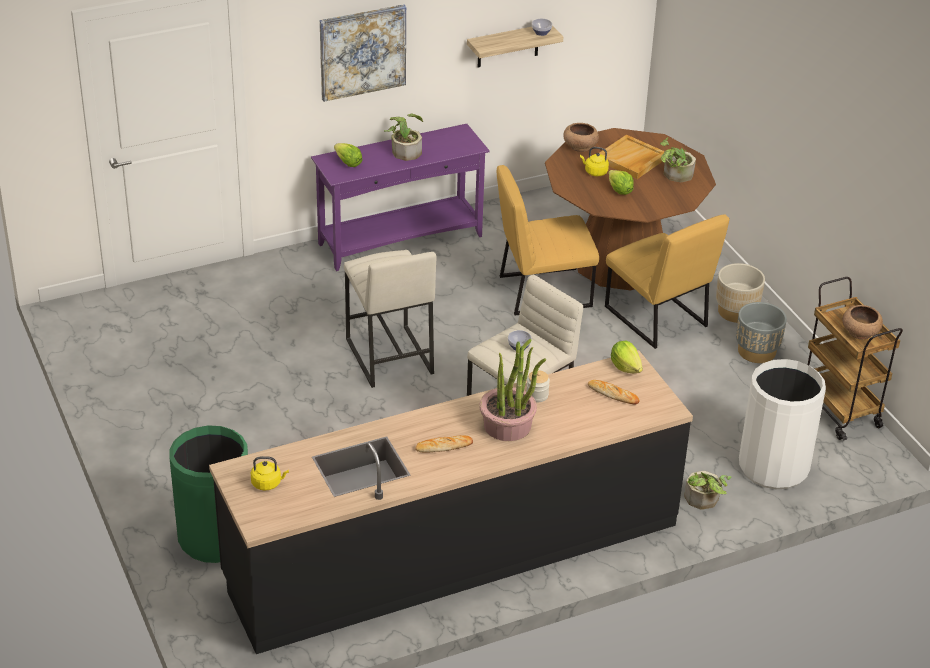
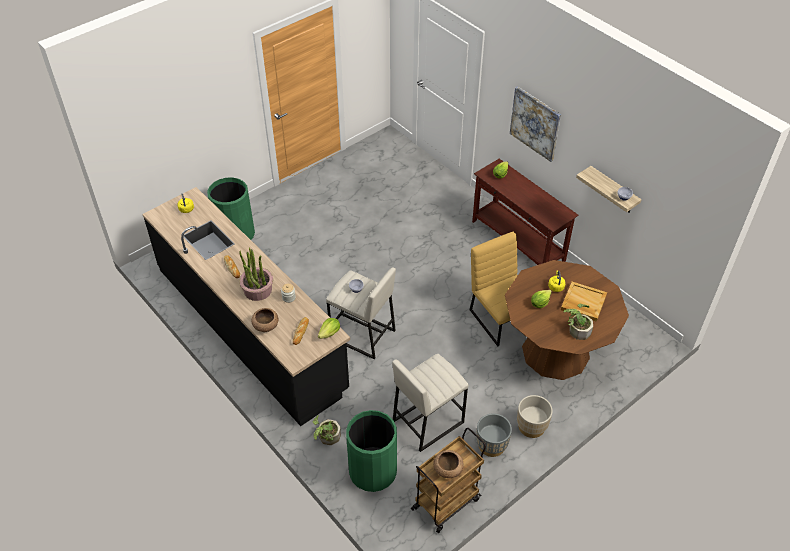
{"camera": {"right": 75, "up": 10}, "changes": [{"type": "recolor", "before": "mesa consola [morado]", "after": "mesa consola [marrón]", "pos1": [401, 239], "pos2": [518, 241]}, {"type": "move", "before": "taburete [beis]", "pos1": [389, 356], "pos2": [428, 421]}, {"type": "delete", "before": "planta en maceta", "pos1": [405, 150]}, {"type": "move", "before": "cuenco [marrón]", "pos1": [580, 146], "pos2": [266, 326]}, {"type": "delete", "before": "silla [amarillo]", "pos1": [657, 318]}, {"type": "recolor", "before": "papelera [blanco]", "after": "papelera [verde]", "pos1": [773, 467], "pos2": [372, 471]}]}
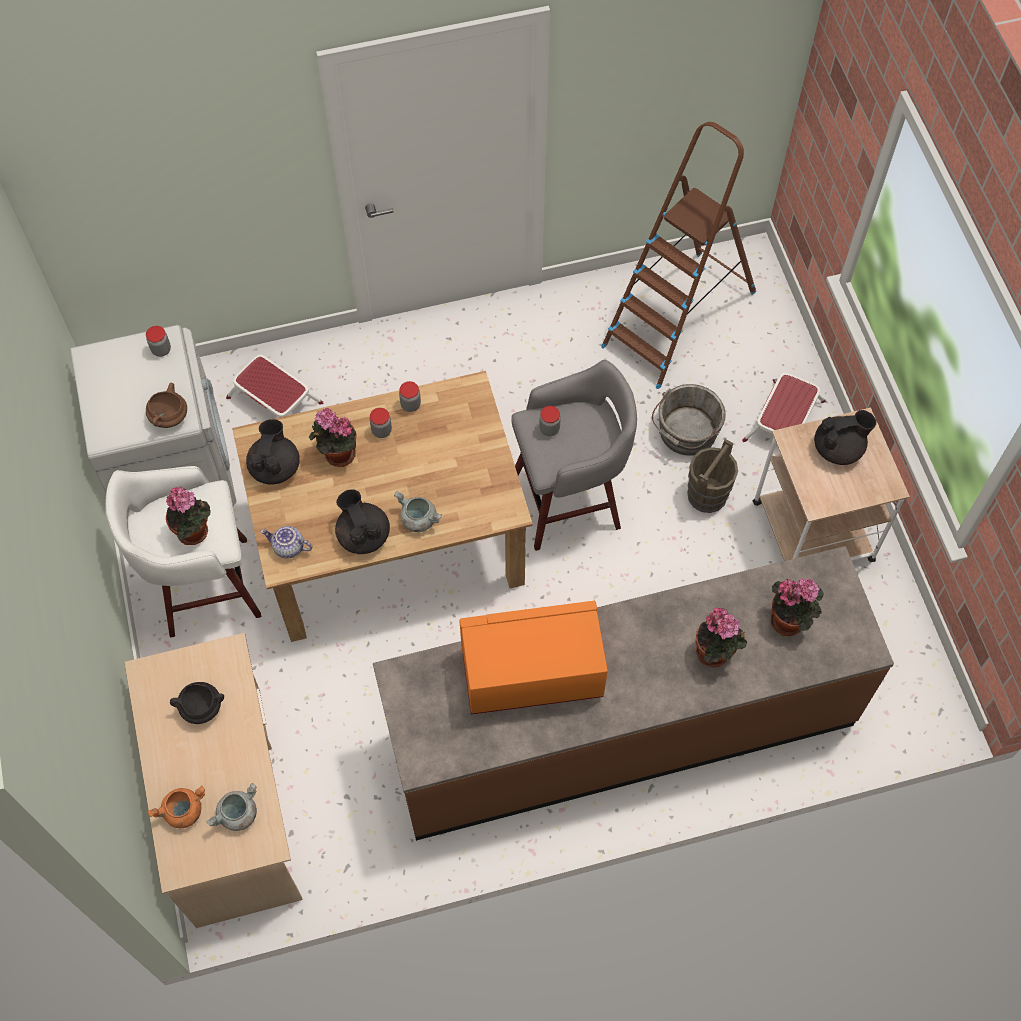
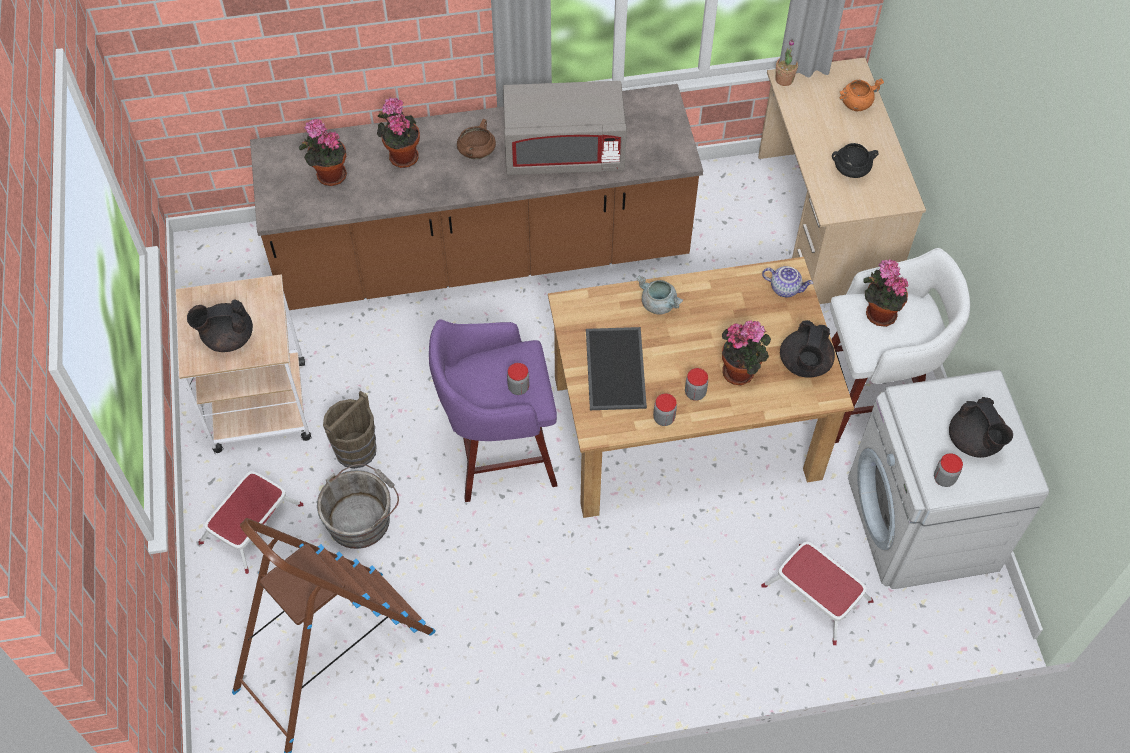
{"camera": {"right": -175, "up": -5}, "changes": [{"type": "move", "before": "olla [marrón]", "pos1": [169, 418], "pos2": [476, 152]}, {"type": "delete", "before": "olla [gris]", "pos1": [238, 814]}, {"type": "move", "before": "tetera [negro]", "pos1": [363, 535], "pos2": [974, 442]}, {"type": "recolor", "before": "microondas [naranja]", "after": "microondas [gris]", "pos1": [531, 673], "pos2": [564, 153]}, {"type": "recolor", "before": "taburete [gris]", "after": "taburete [morado]", "pos1": [569, 501], "pos2": [499, 454]}, {"type": "insert", "after": "bandeja", "pos2": [614, 368]}, {"type": "insert", "after": "planta en maceta", "pos2": [784, 79]}]}
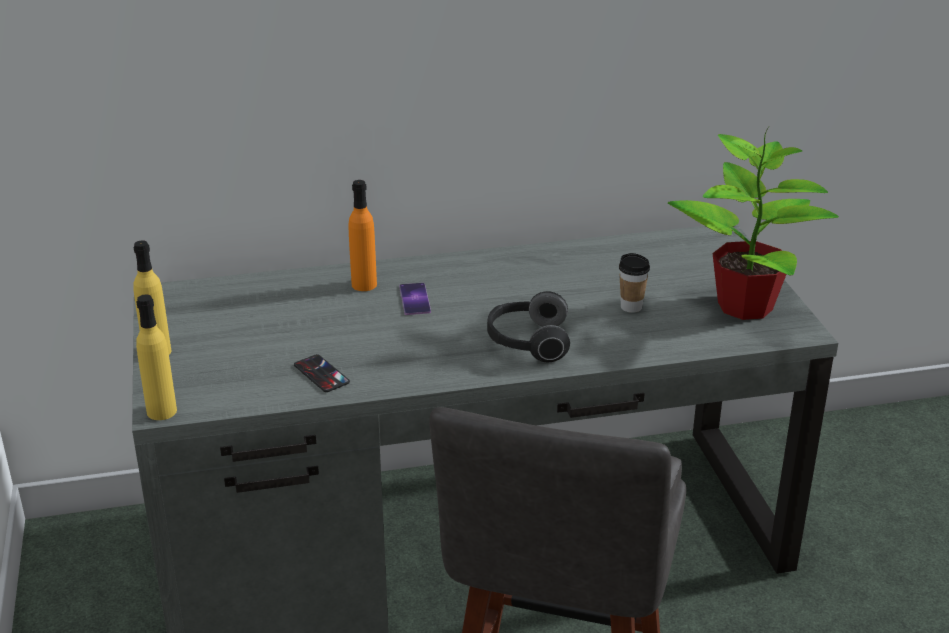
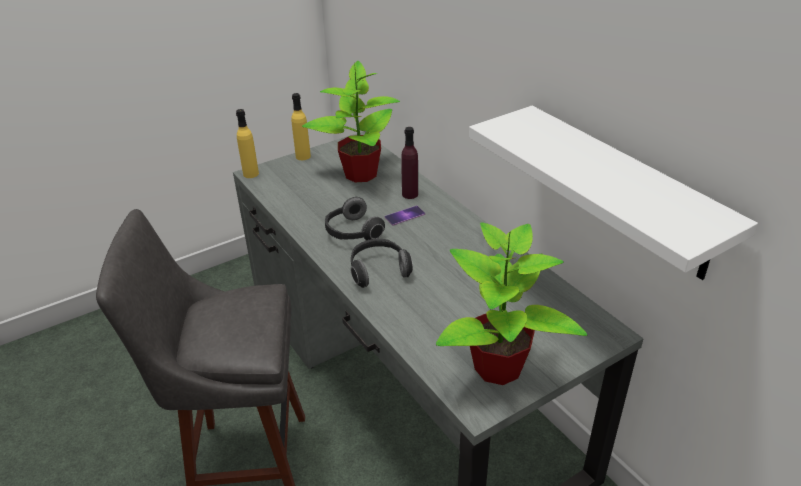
{"camera": {"right": 70, "up": 5}, "changes": [{"type": "delete", "before": "móvil", "pos1": [321, 374]}, {"type": "recolor", "before": "botella [naranja]", "after": "botella [morado]", "pos1": [364, 284], "pos2": [410, 194]}, {"type": "delete", "before": "taza", "pos1": [631, 307]}, {"type": "insert", "after": "planta en maceta", "pos2": [360, 173]}, {"type": "insert", "after": "auriculares", "pos2": [352, 233]}, {"type": "insert", "after": "estante [blanco]", "pos2": [622, 191]}]}
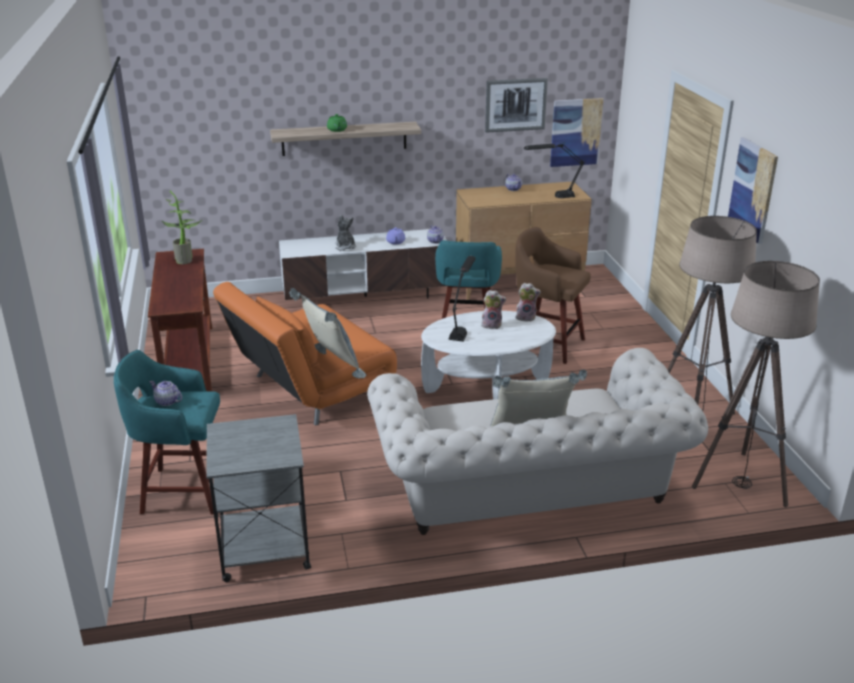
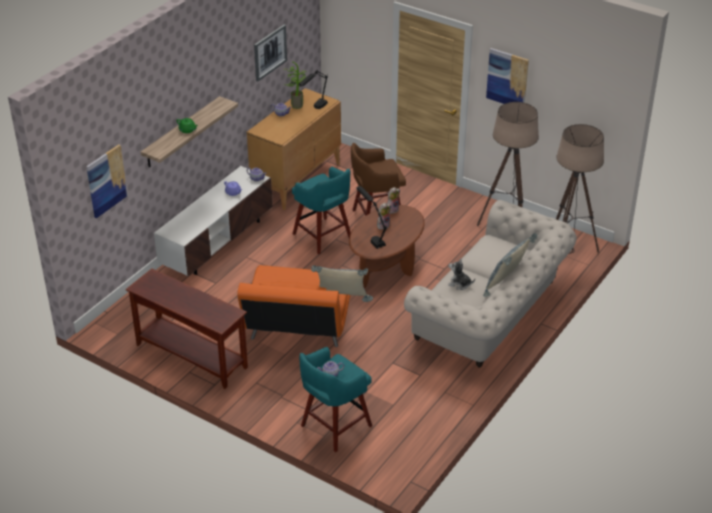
{"camera": {"right": -45, "up": 10}, "changes": [{"type": "move", "before": "planta en maceta", "pos1": [186, 260], "pos2": [297, 105]}, {"type": "delete", "before": "carrito [gris]", "pos1": [263, 548]}, {"type": "move", "before": "peluche", "pos1": [345, 247], "pos2": [459, 284]}, {"type": "recolor", "before": "mesa de centro [blanco]", "after": "mesa de centro [marrón]", "pos1": [487, 386], "pos2": [386, 266]}, {"type": "move", "before": "cuadro", "pos1": [575, 132], "pos2": [106, 181]}]}
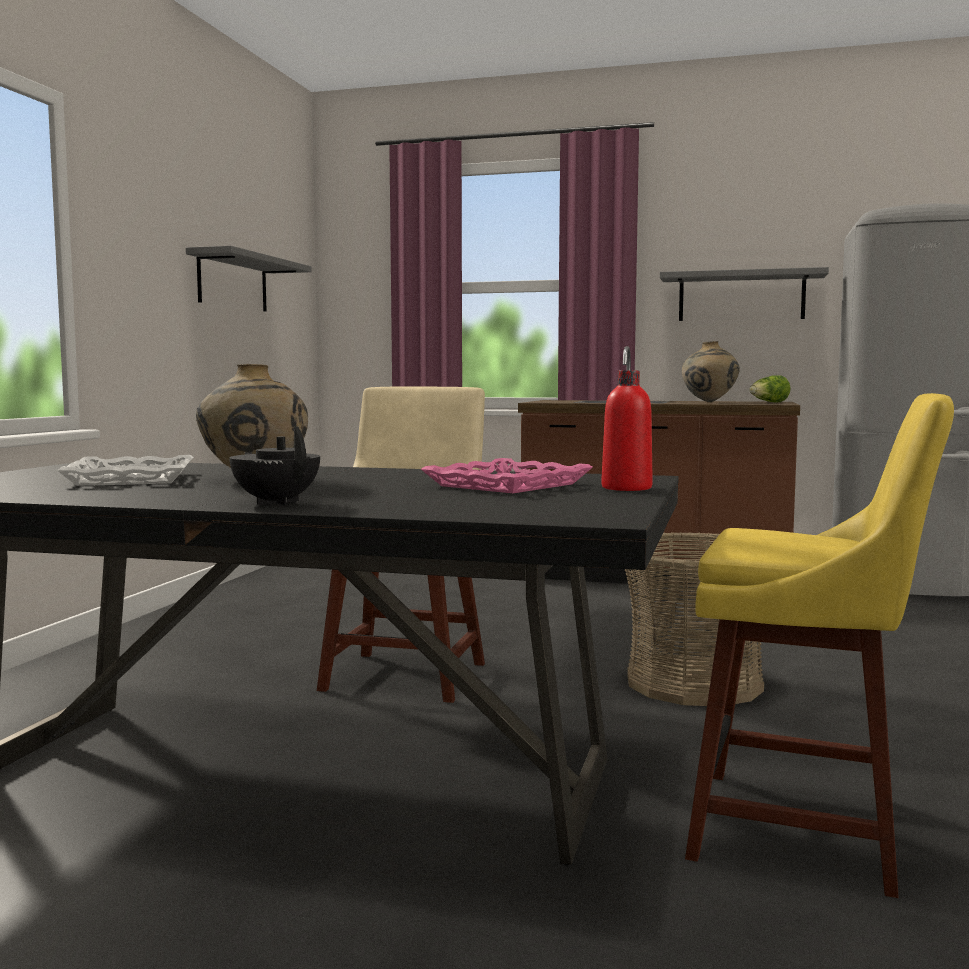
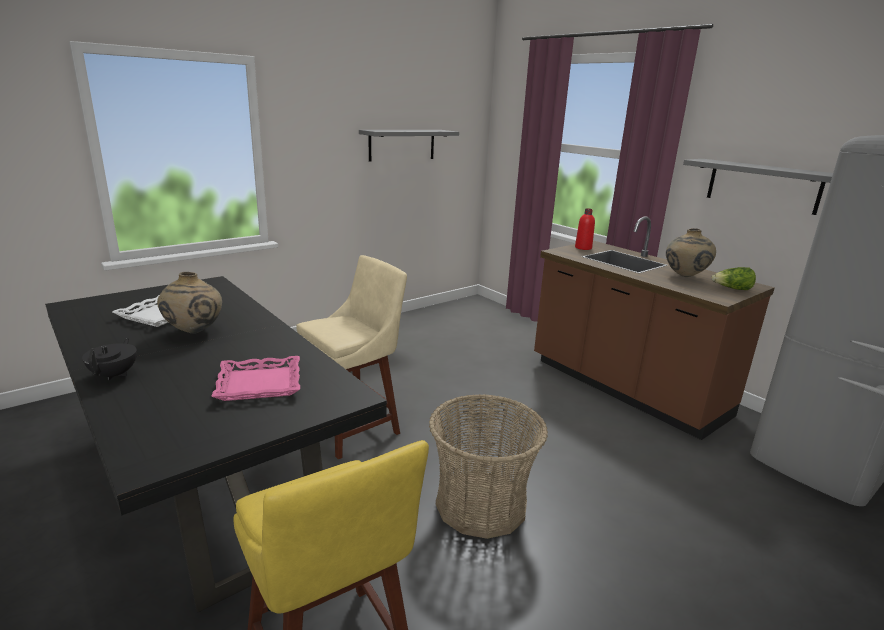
{"camera": {"right": 35, "up": 15}, "changes": [{"type": "move", "before": "botella [rojo]", "pos1": [626, 488], "pos2": [583, 248]}]}
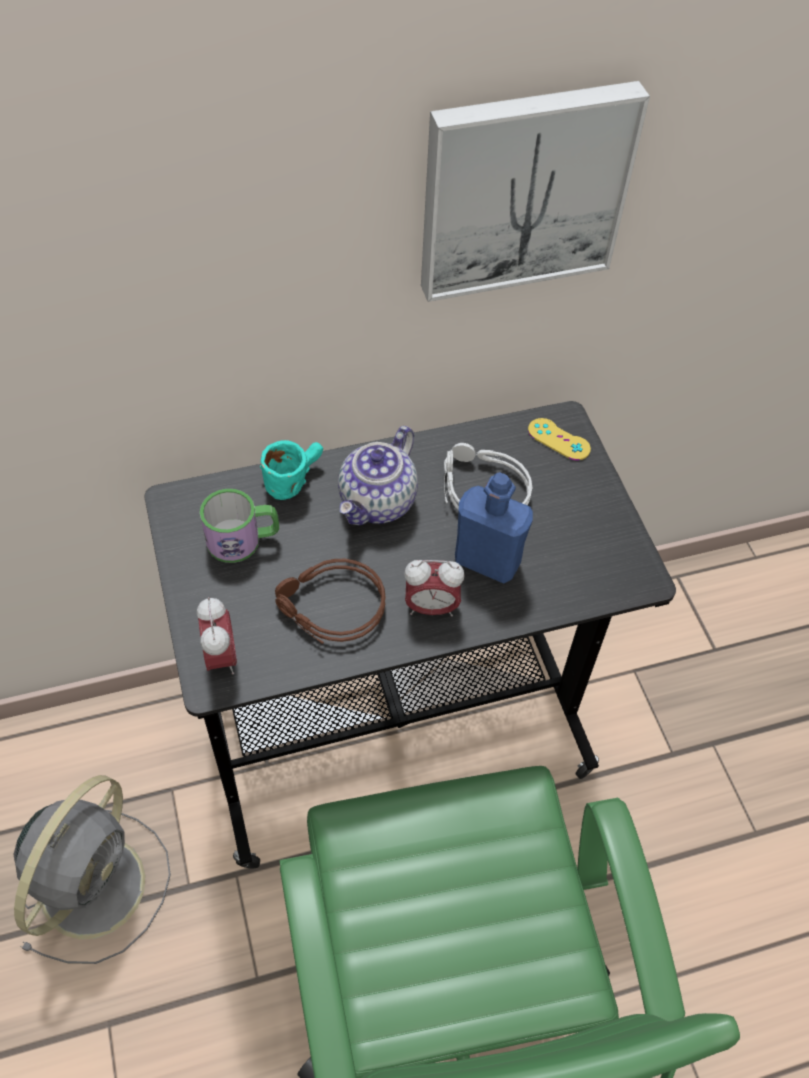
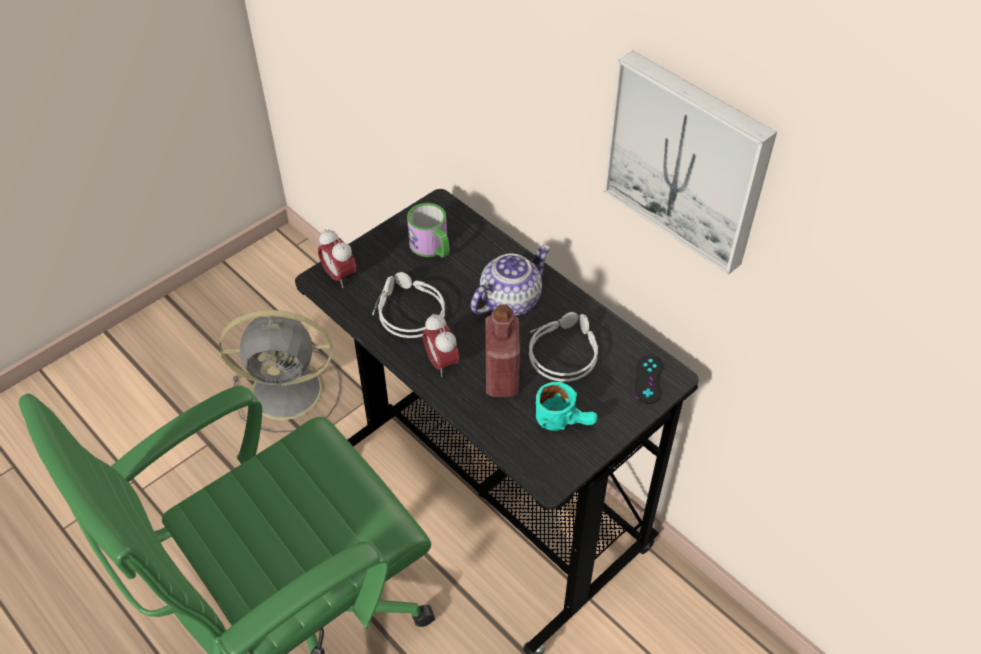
{"camera": {"right": 65, "up": -5}, "changes": [{"type": "rotate", "before": "despertador", "pos1": [221, 657], "pos2": [339, 276], "turn": 90}, {"type": "move", "before": "taza grande [turquesa]", "pos1": [293, 478], "pos2": [565, 421]}, {"type": "recolor", "before": "auriculares [marrón]", "after": "auriculares [gris]", "pos1": [330, 608], "pos2": [407, 311]}, {"type": "rotate", "before": "tetera", "pos1": [378, 502], "pos2": [510, 300], "turn": 135}, {"type": "recolor", "before": "botella [azul]", "after": "botella [rojo]", "pos1": [487, 561], "pos2": [501, 378]}, {"type": "recolor", "before": "mando de consola [amarillo]", "after": "mando de consola [negro]", "pos1": [558, 439], "pos2": [648, 379]}]}
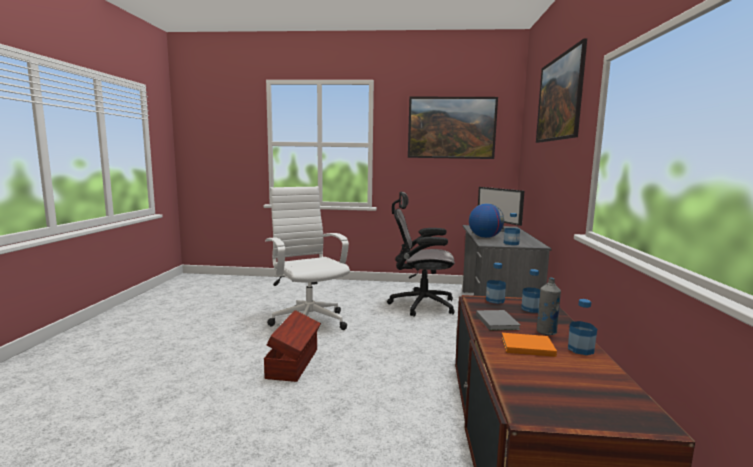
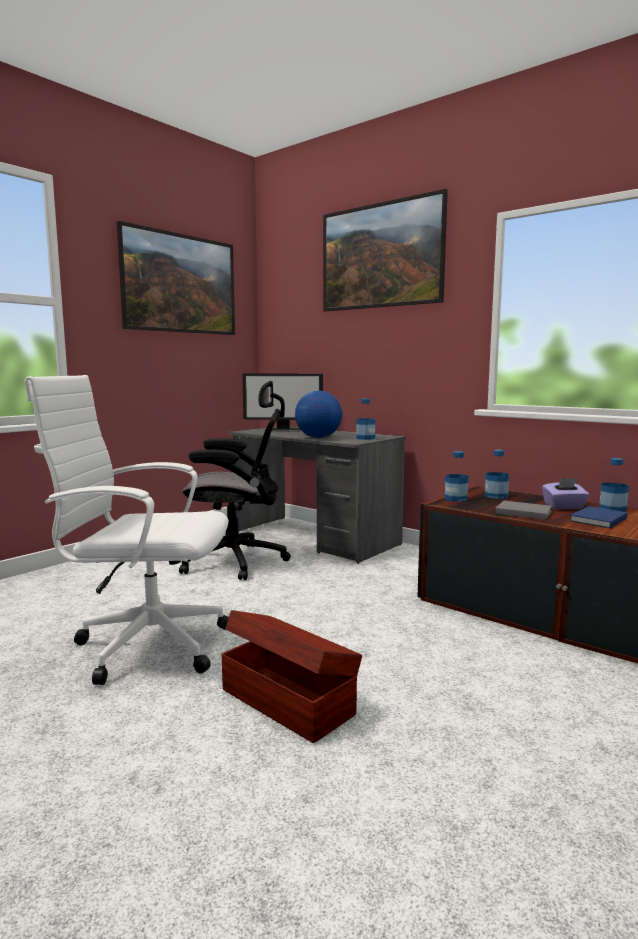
{"camera": {"right": -55, "up": 0}, "changes": [{"type": "rotate", "before": "silla de oficina", "pos1": [422, 305], "pos2": [234, 561], "turn": -135}, {"type": "recolor", "before": "libro [naranja]", "after": "libro [azul]", "pos1": [526, 346], "pos2": [597, 520]}, {"type": "replace", "before": "botella [gris]", "after": "caja de pañuelos [morado]", "pos1": [546, 332], "pos2": [564, 507]}]}
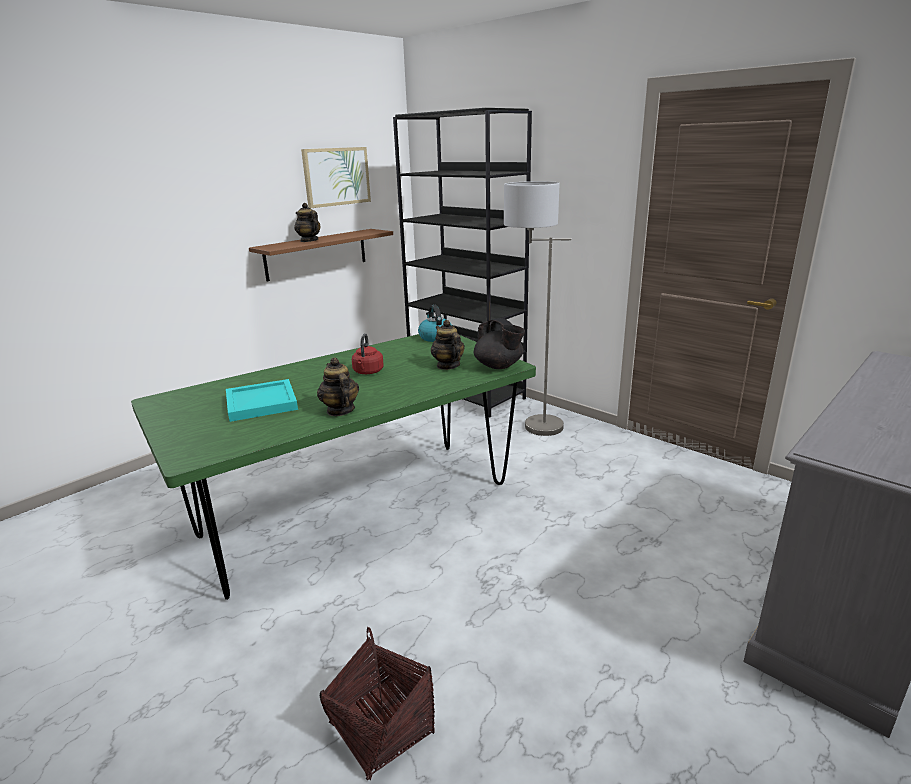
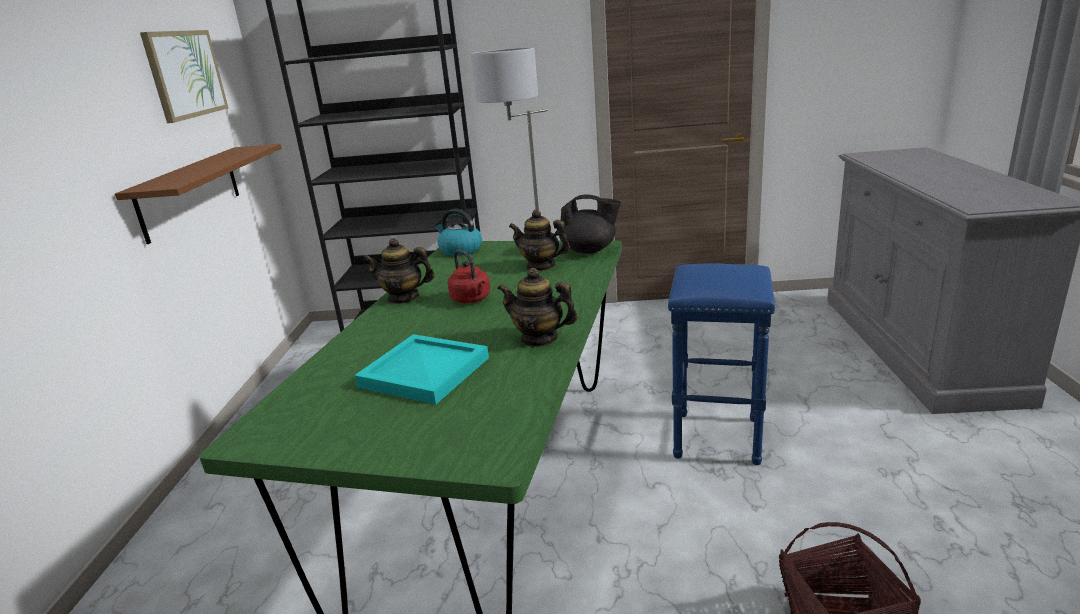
{"camera": {"right": -40, "up": 0}, "changes": [{"type": "move", "before": "tetera", "pos1": [309, 240], "pos2": [403, 298]}, {"type": "insert", "after": "taburete [azul]", "pos2": [719, 438]}]}
